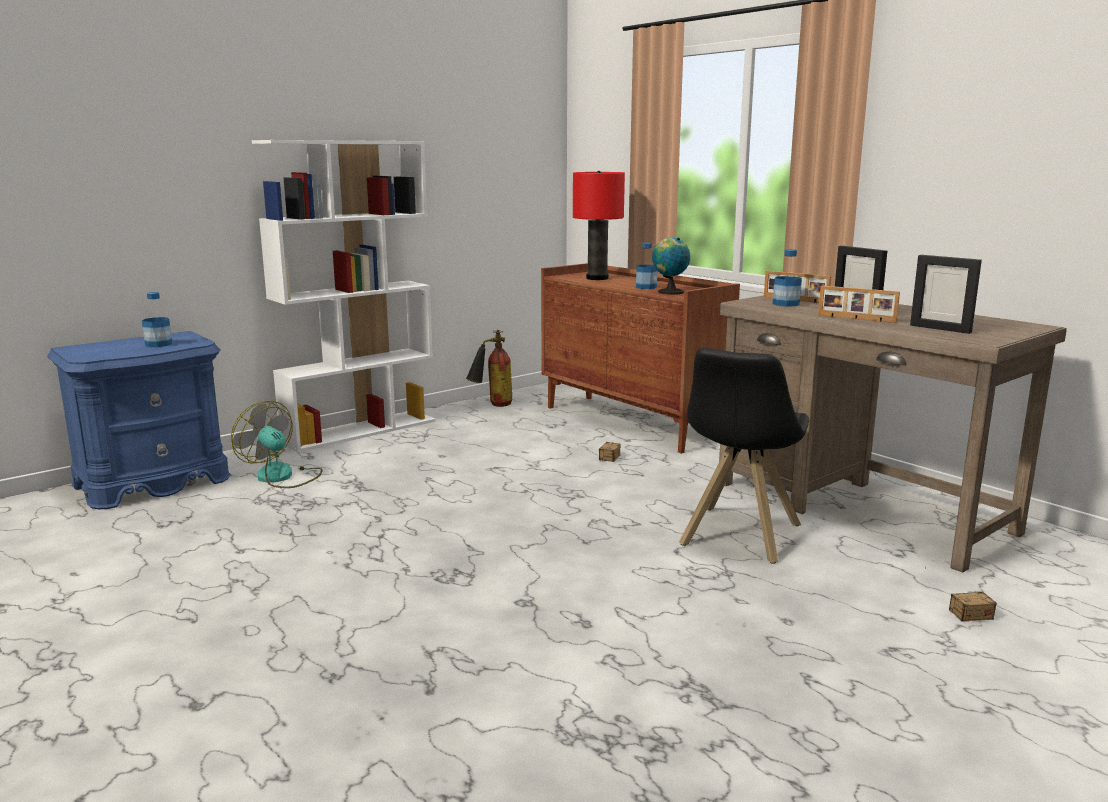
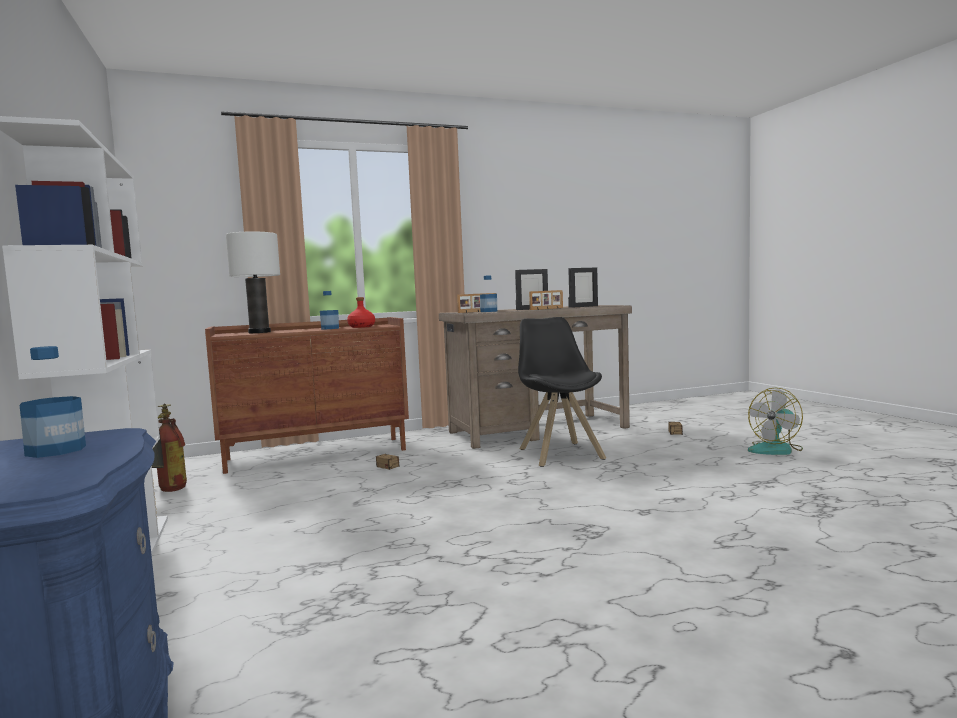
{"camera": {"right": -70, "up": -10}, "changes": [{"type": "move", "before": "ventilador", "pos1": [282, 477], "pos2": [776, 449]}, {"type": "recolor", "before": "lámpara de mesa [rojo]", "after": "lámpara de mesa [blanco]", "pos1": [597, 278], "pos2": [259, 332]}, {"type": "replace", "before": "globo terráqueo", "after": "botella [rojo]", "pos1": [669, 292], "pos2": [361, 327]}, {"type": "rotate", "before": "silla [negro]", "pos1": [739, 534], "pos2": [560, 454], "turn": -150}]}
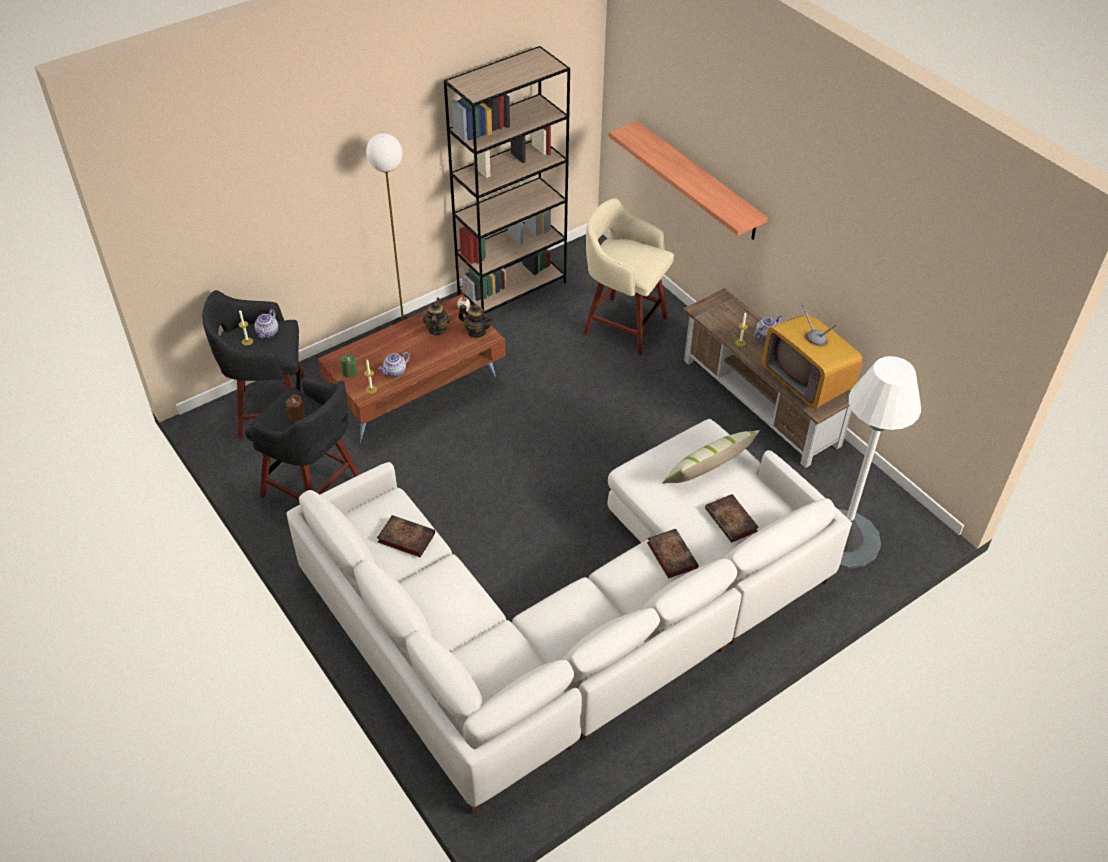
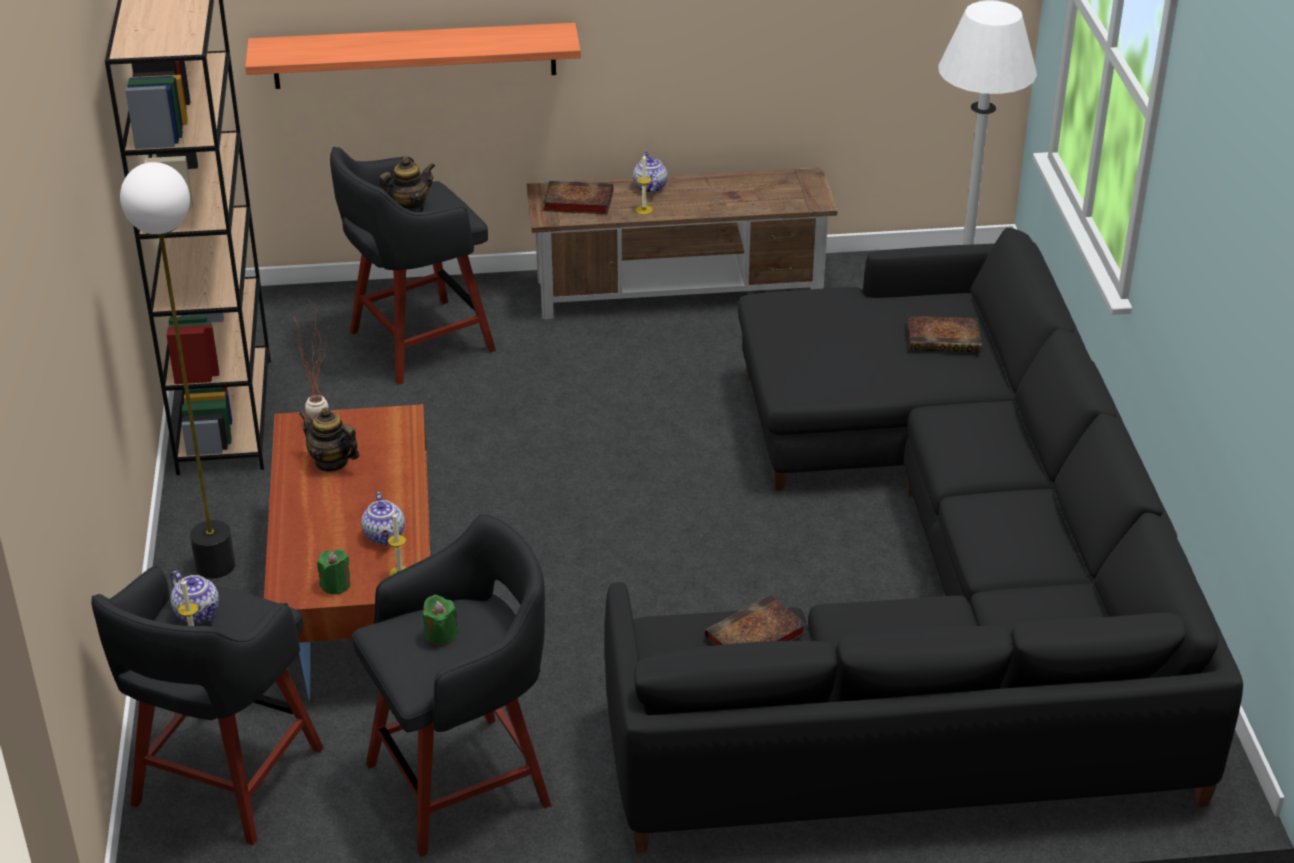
{"camera": {"right": -60, "up": -10}, "changes": [{"type": "recolor", "before": "vela [marrón]", "after": "vela [verde]", "pos1": [297, 415], "pos2": [441, 635]}, {"type": "recolor", "before": "sofá [blanco]", "after": "sofá [negro]", "pos1": [573, 617], "pos2": [929, 589]}, {"type": "move", "before": "tetera", "pos1": [476, 332], "pos2": [408, 209]}, {"type": "recolor", "before": "taburete [beis]", "after": "taburete [negro]", "pos1": [623, 325], "pos2": [417, 342]}, {"type": "move", "before": "libro", "pos1": [670, 554], "pos2": [576, 202]}, {"type": "delete", "before": "cojín", "pos1": [708, 470]}, {"type": "delete", "before": "televisor", "pos1": [807, 381]}]}
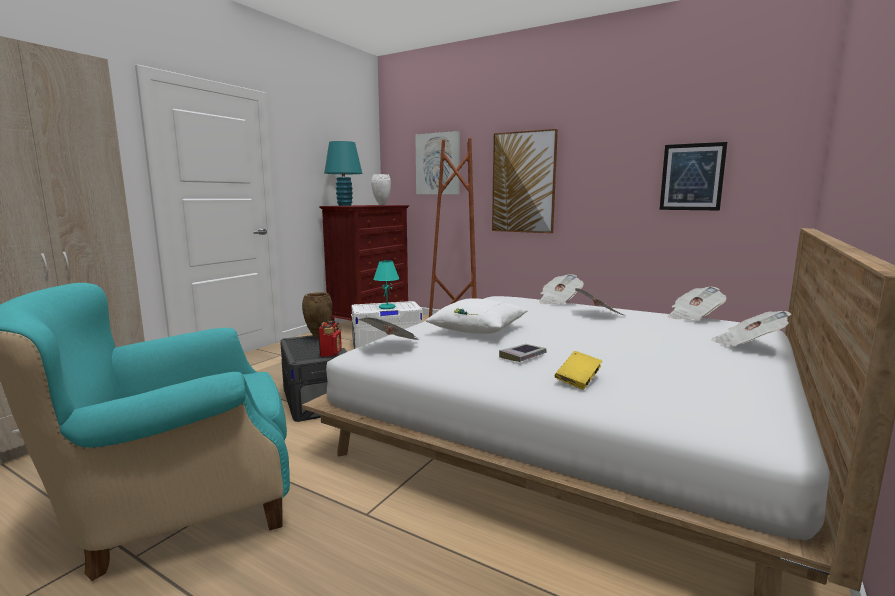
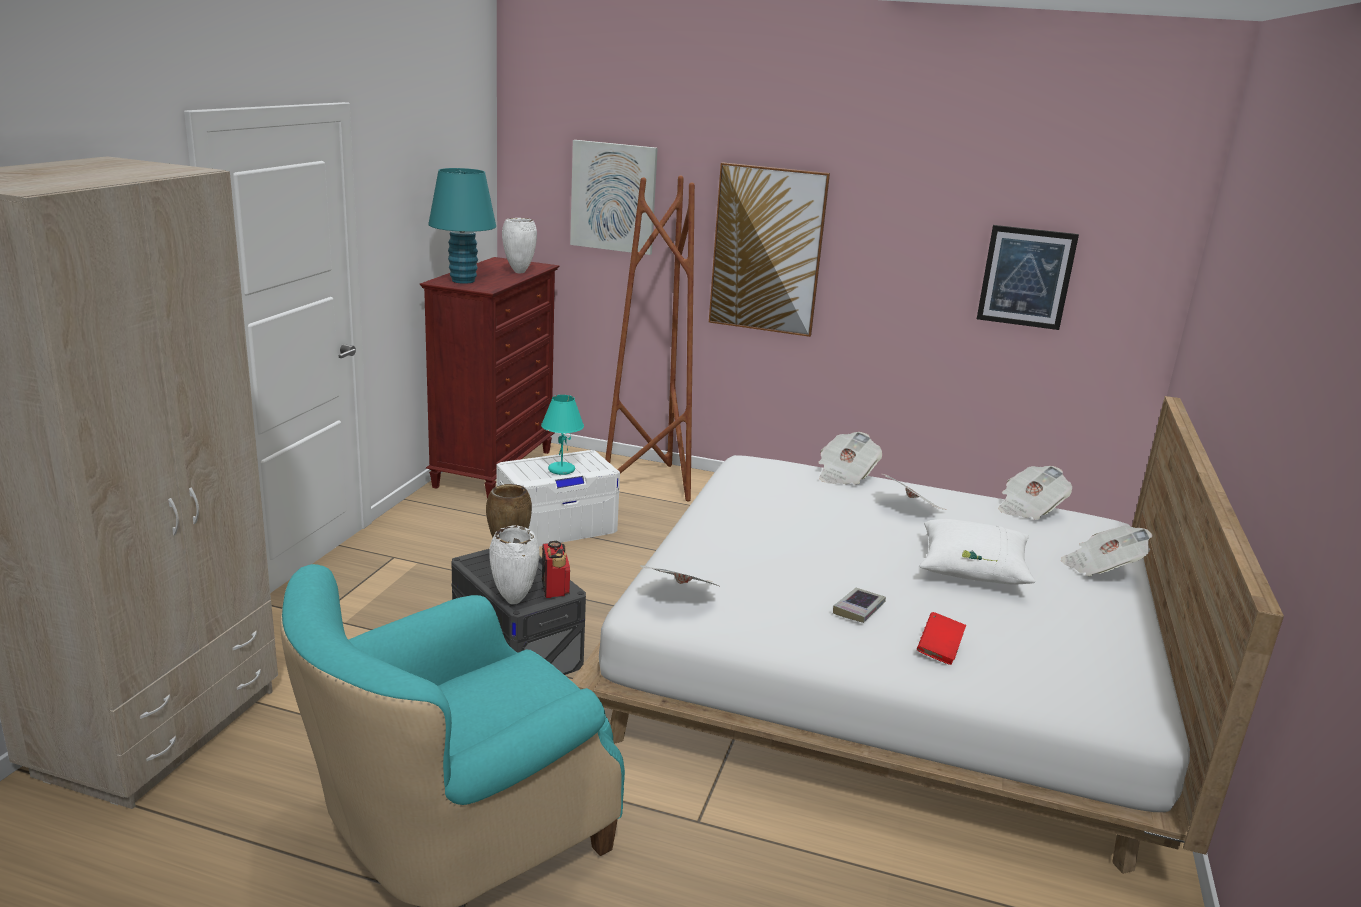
{"camera": {"right": -15, "up": 10}, "changes": [{"type": "move", "before": "cojín [blanco]", "pos1": [478, 330], "pos2": [972, 569]}, {"type": "recolor", "before": "libro [amarillo]", "after": "libro [rojo]", "pos1": [578, 381], "pos2": [939, 650]}, {"type": "insert", "after": "florero [blanco]", "pos2": [515, 601]}]}
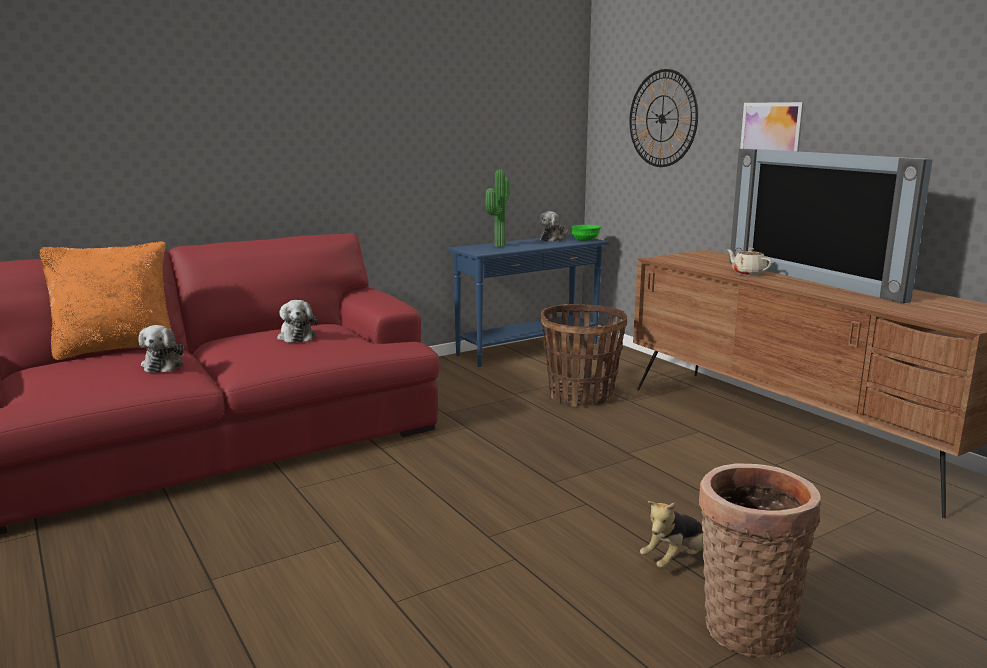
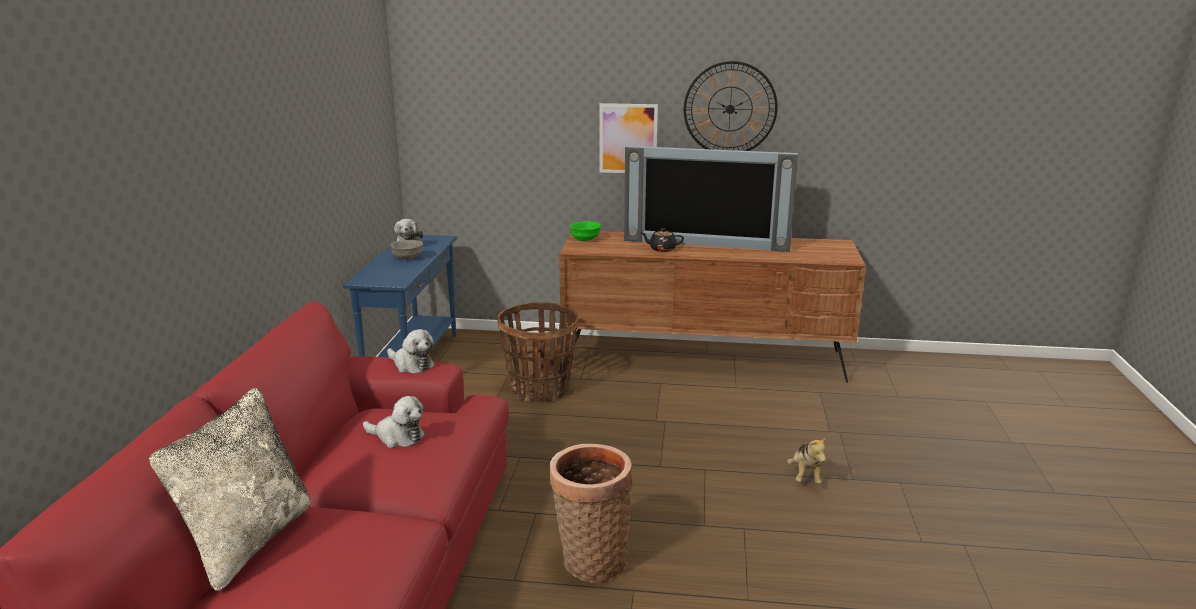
{"camera": {"right": -50, "up": 5}, "changes": [{"type": "recolor", "before": "cojín [naranja]", "after": "cojín [beis]", "pos1": [116, 350], "pos2": [251, 543]}, {"type": "move", "before": "peluche", "pos1": [164, 365], "pos2": [411, 365]}, {"type": "delete", "before": "planta en maceta", "pos1": [497, 246]}, {"type": "move", "before": "cuenco [verde]", "pos1": [585, 240], "pos2": [585, 239]}, {"type": "move", "before": "reloj de pared", "pos1": [662, 118], "pos2": [730, 109]}, {"type": "move", "before": "cesta", "pos1": [745, 625], "pos2": [590, 561]}, {"type": "recolor", "before": "tetera [beis]", "after": "tetera [negro]", "pos1": [747, 273], "pos2": [662, 249]}, {"type": "insert", "after": "cuenco [gris]", "pos2": [407, 258]}]}
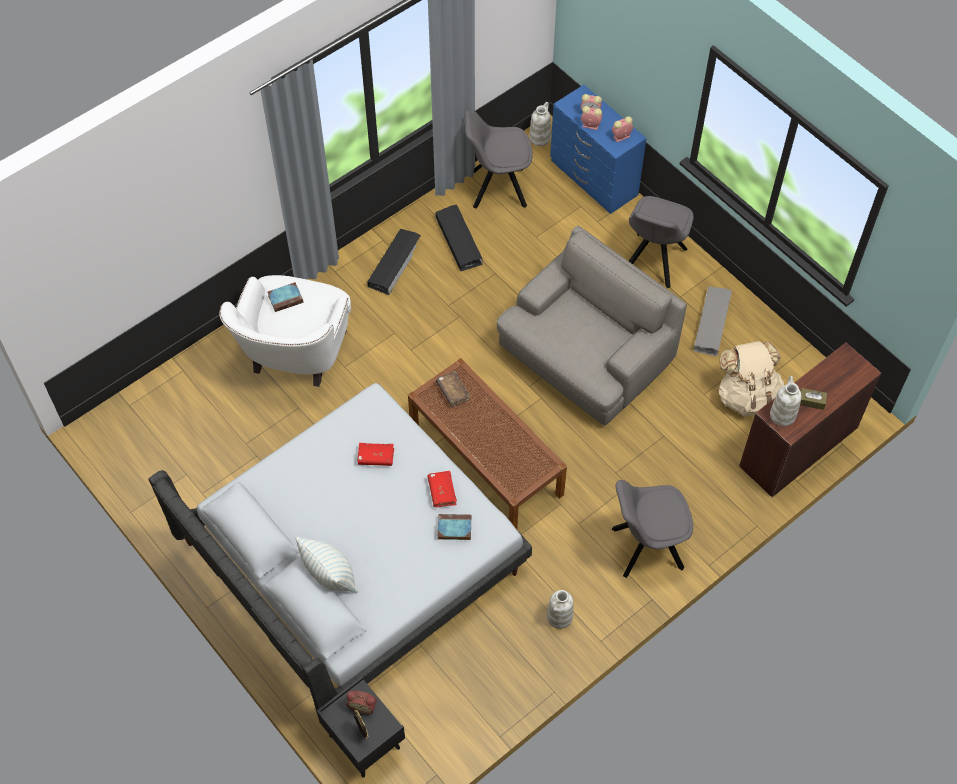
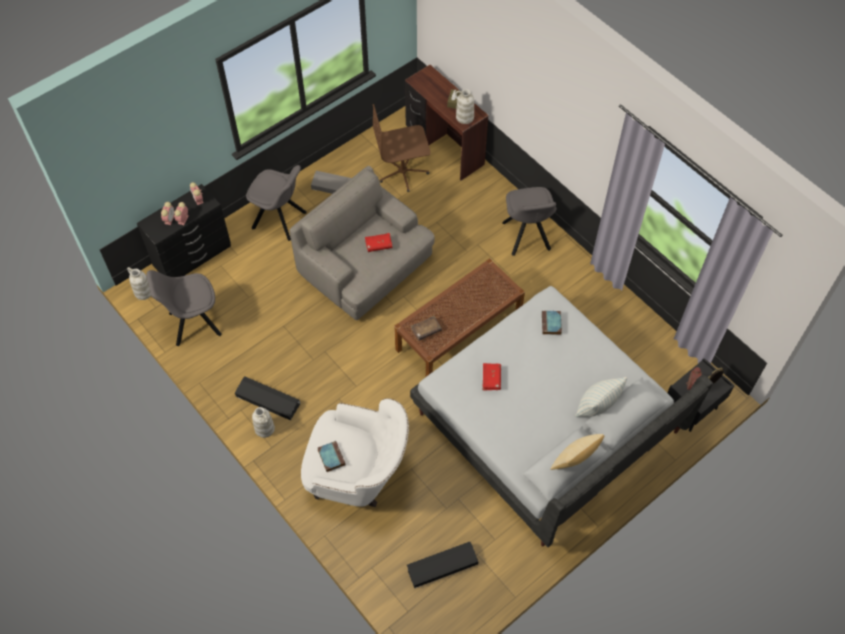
{"camera": {"right": -90, "up": 0}, "changes": [{"type": "move", "before": "libro [rojo]", "pos1": [442, 491], "pos2": [378, 245]}, {"type": "move", "before": "caja de almacenaje [negro]", "pos1": [459, 240], "pos2": [442, 566]}, {"type": "rotate", "before": "silla [gris]", "pos1": [497, 188], "pos2": [194, 323], "turn": 75}, {"type": "move", "before": "florero [blanco]", "pos1": [559, 617], "pos2": [265, 429]}, {"type": "recolor", "before": "cómoda [azul]", "after": "cómoda [negro]", "pos1": [593, 178], "pos2": [193, 256]}, {"type": "replace", "before": "mochila [beis]", "after": "silla de oficina [marrón]", "pos1": [746, 395], "pos2": [403, 172]}, {"type": "insert", "after": "cojín", "pos2": [574, 461]}]}
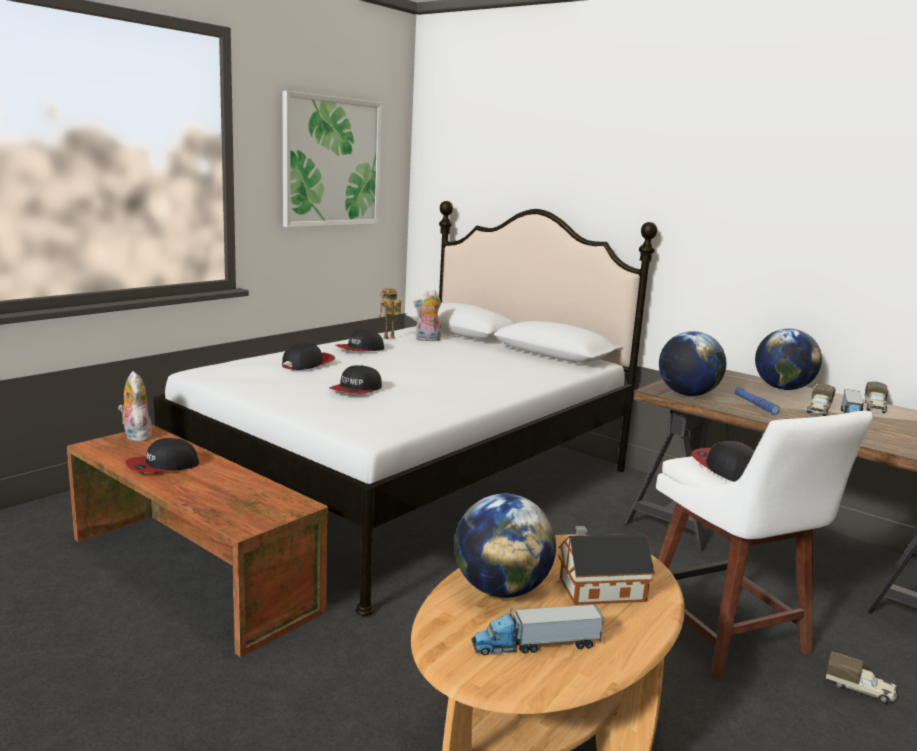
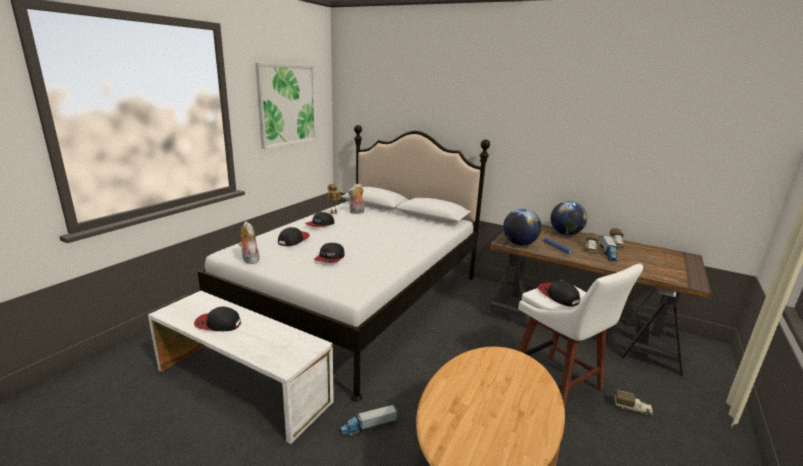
{"camera": {"right": -10, "up": 5}, "changes": [{"type": "recolor", "before": "banco [marrón]", "after": "banco [blanco]", "pos1": [195, 573], "pos2": [245, 384]}, {"type": "move", "before": "peluche", "pos1": [136, 436], "pos2": [249, 260]}, {"type": "rotate", "before": "gorra", "pos1": [162, 466], "pos2": [218, 324], "turn": 45}, {"type": "delete", "before": "globo terráqueo", "pos1": [501, 589]}, {"type": "move", "before": "camión de juguete", "pos1": [535, 645], "pos2": [368, 426]}, {"type": "delete", "before": "casita", "pos1": [598, 589]}]}
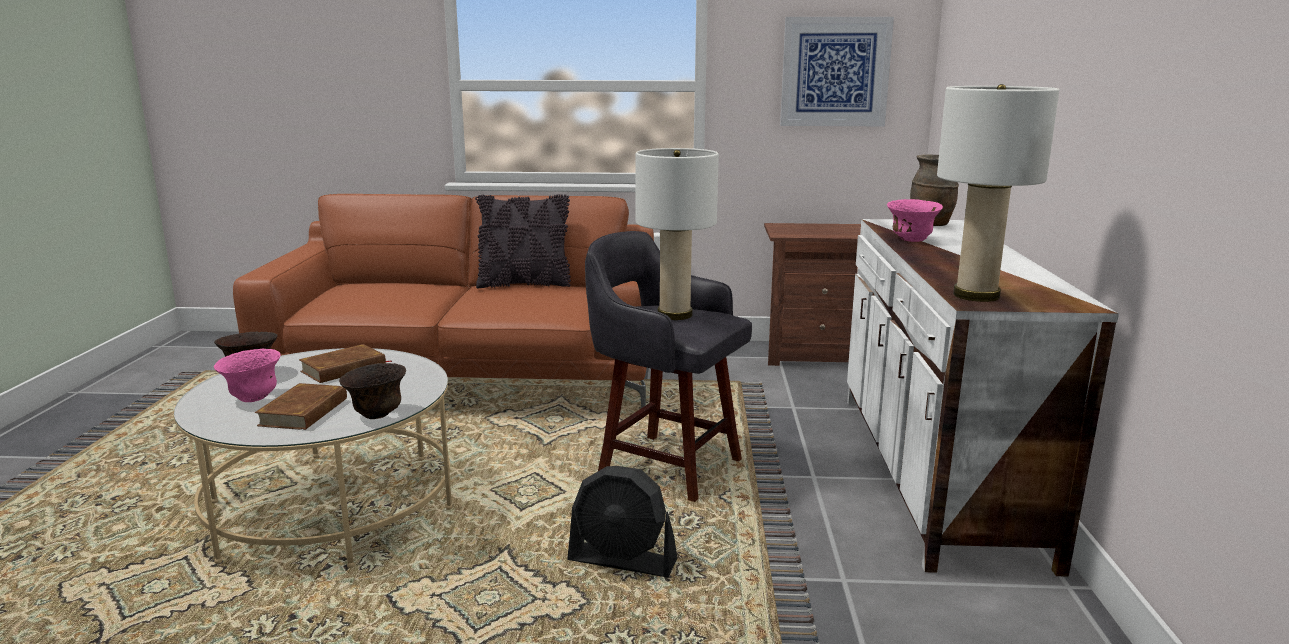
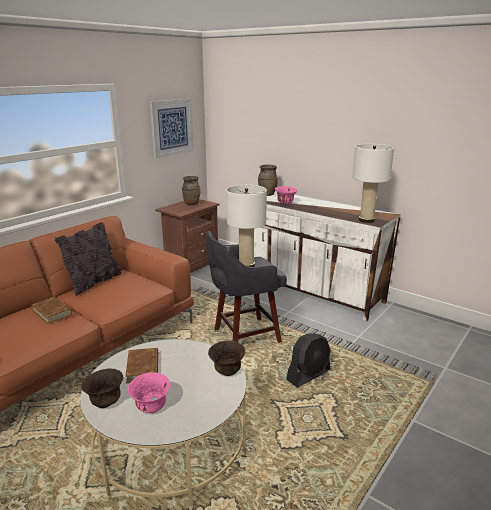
{"camera": {"right": -55, "up": 5}, "changes": [{"type": "move", "before": "libro [marrón]", "pos1": [304, 412], "pos2": [52, 312]}, {"type": "insert", "after": "florero [marrón]", "pos2": [191, 203]}]}
